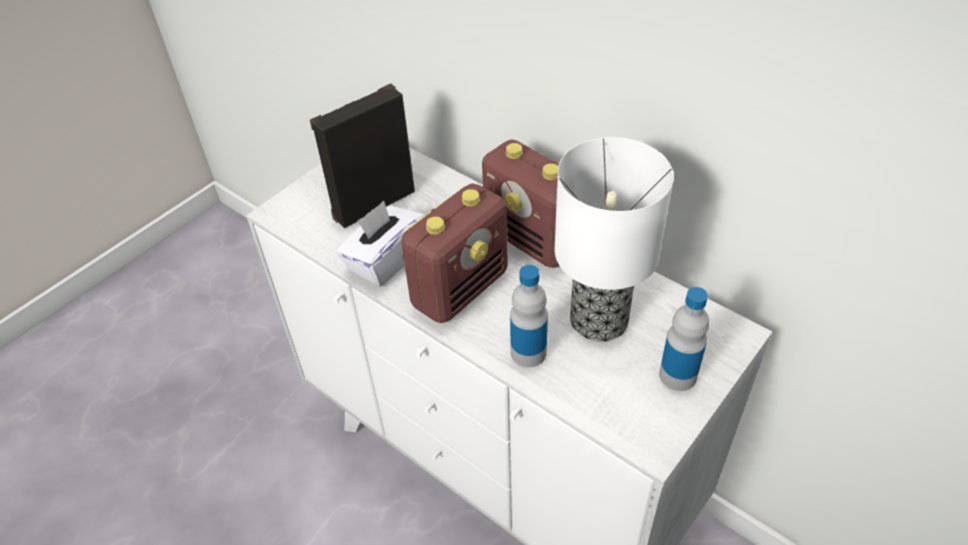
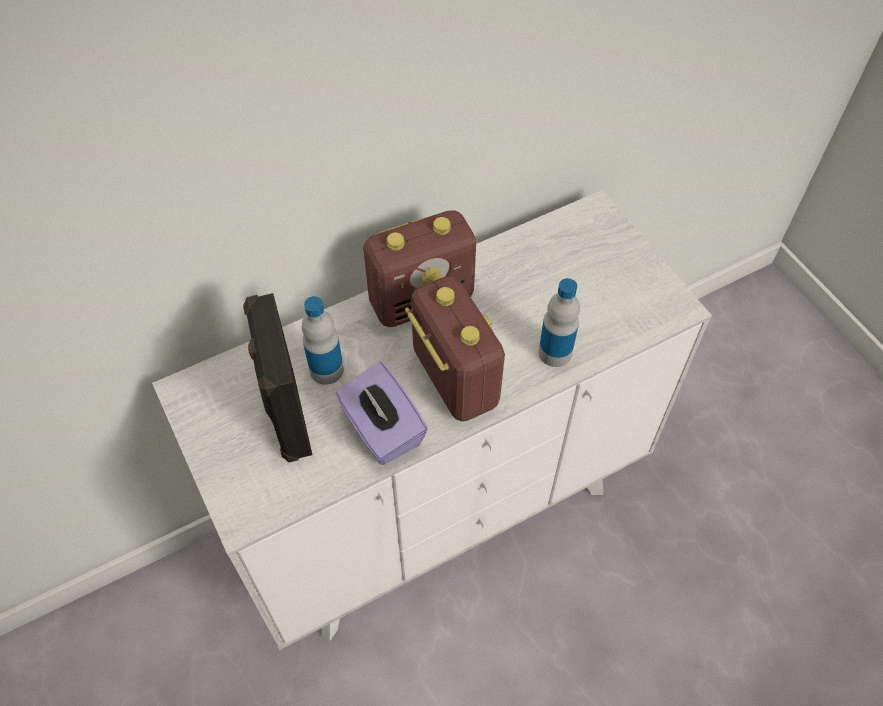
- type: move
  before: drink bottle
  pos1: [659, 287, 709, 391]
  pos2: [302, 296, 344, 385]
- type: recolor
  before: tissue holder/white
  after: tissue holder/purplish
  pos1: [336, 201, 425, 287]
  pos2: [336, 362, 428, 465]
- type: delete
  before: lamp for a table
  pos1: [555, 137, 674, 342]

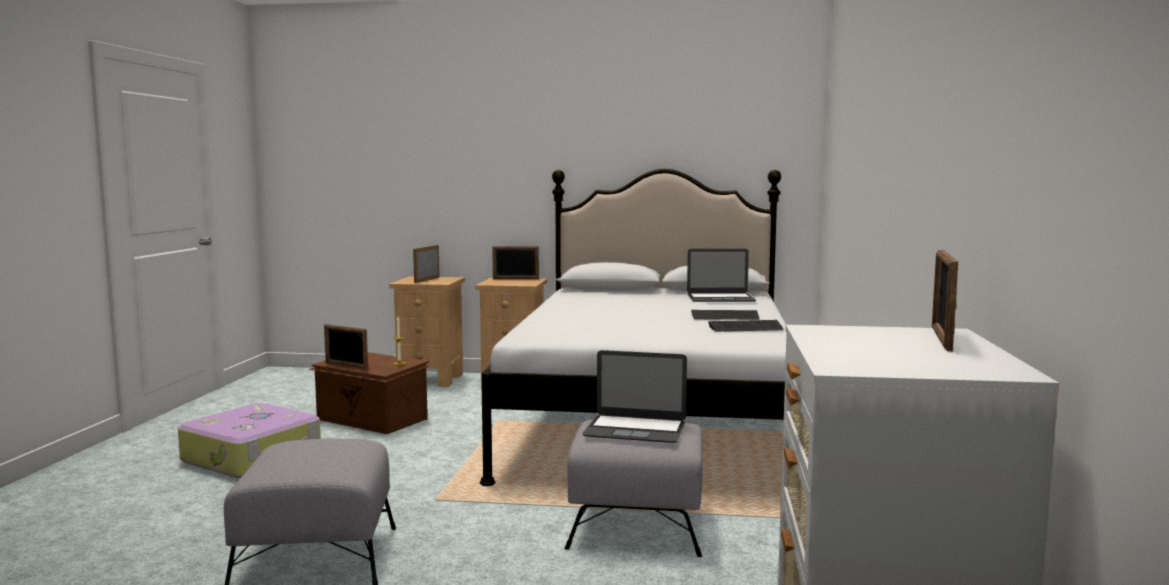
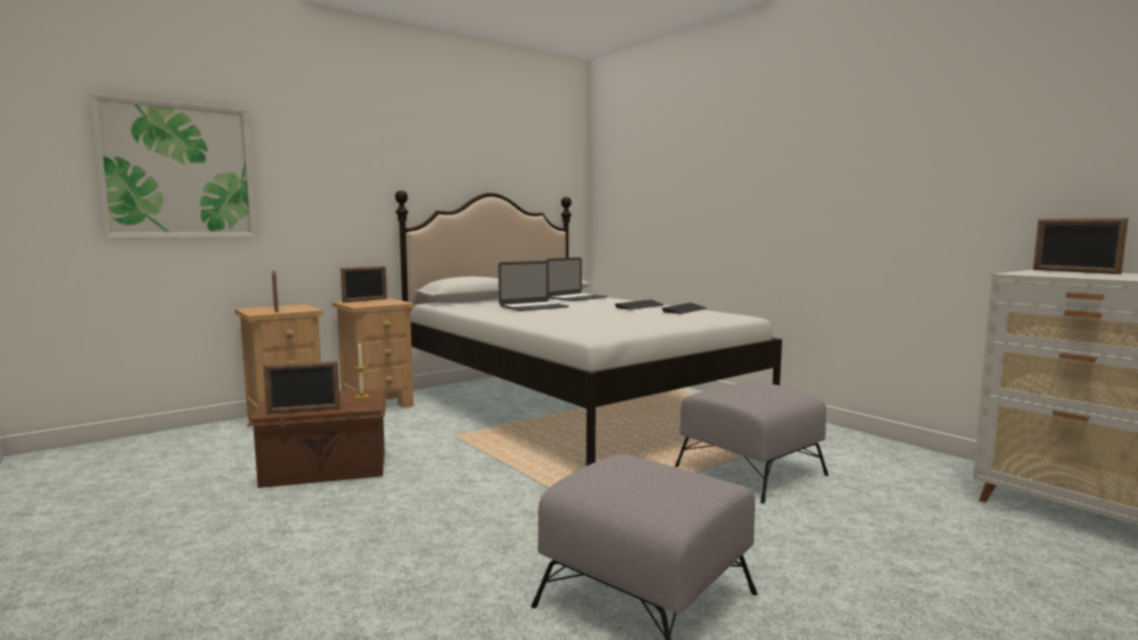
- type: insert
  after: wall art
  pos2: [90, 93, 257, 238]
- type: move
  before: laptop
  pos1: [582, 350, 687, 443]
  pos2: [498, 261, 569, 311]
- type: delete
  before: suitcase
  pos1: [178, 403, 321, 478]

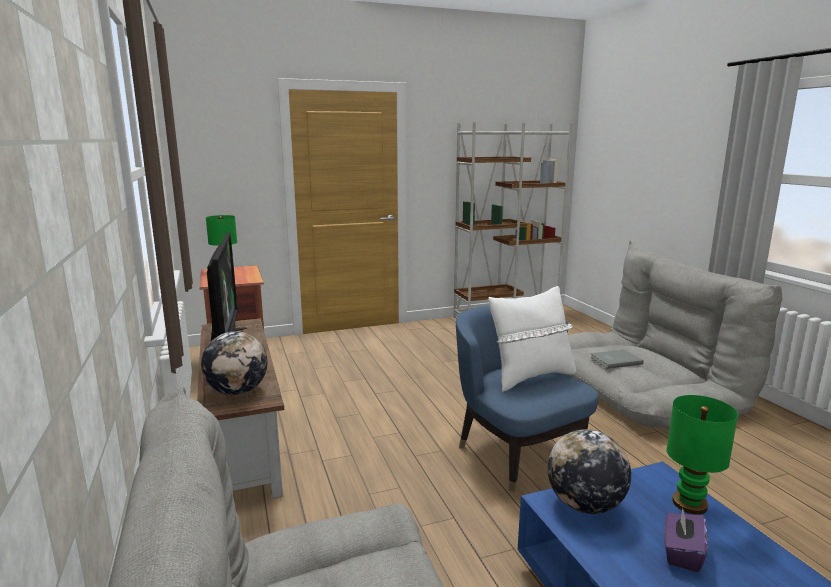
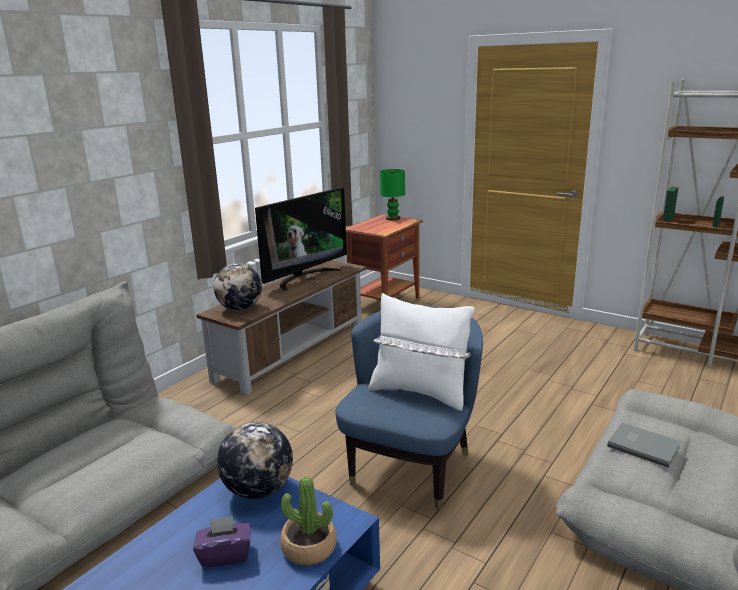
- type: replace
  before: lamp for a table/green-coloured
  after: potted plant
  pos1: [667, 395, 738, 515]
  pos2: [280, 476, 337, 566]

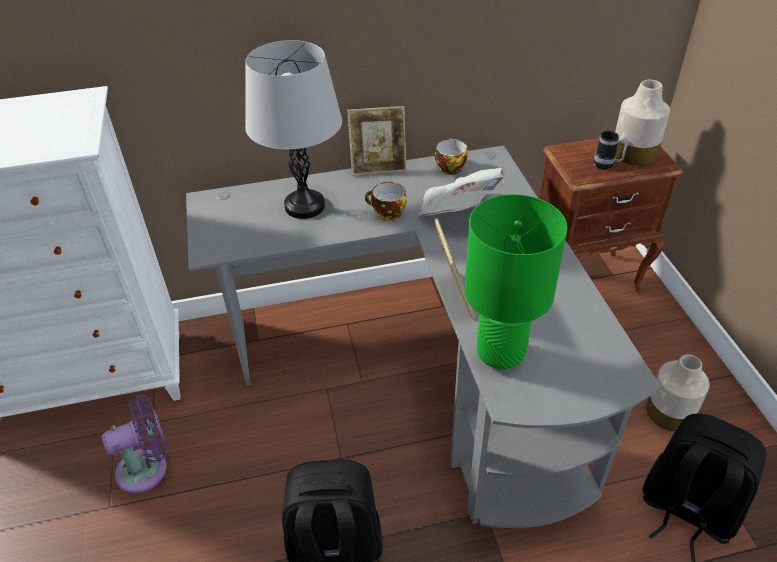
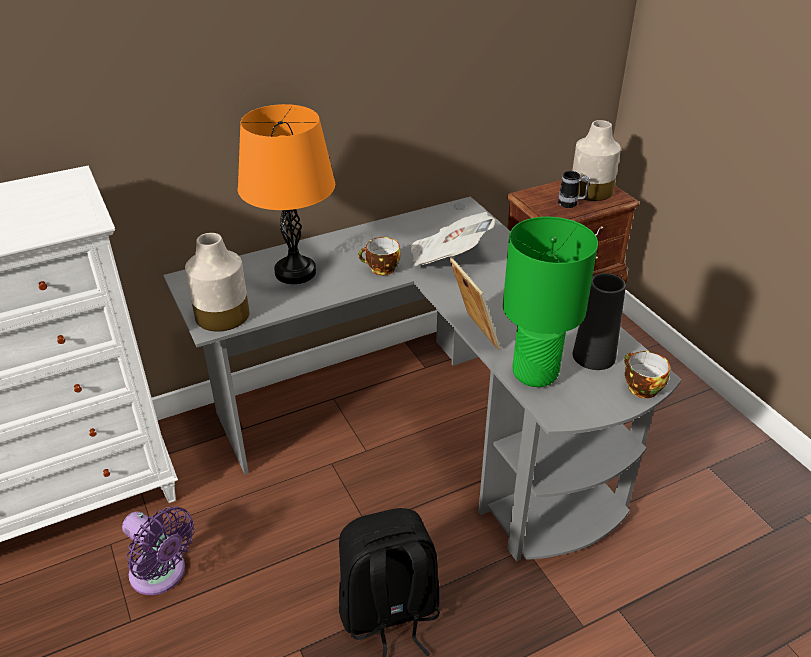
- type: rotate
  before: cooling fan/purplish
  pos1: [102, 395, 168, 494]
  pos2: [122, 507, 195, 595]
  turn: 75
- type: move
  before: flower vase/sand-coloured
  pos1: [646, 354, 710, 431]
  pos2: [185, 233, 250, 332]
- type: recolor
  before: lamp for a table/gray
  after: lamp for a table/orange
  pos1: [245, 40, 342, 219]
  pos2: [238, 104, 335, 284]
- type: insert
  after: flower vase/black
  pos2: [573, 273, 626, 370]
- type: move
  before: drinking cup
  pos1: [435, 139, 468, 175]
  pos2: [624, 351, 670, 398]
- type: delete
  before: standing frame
  pos1: [347, 106, 407, 176]
- type: delete
  before: knapsack/black
  pos1: [643, 413, 767, 562]

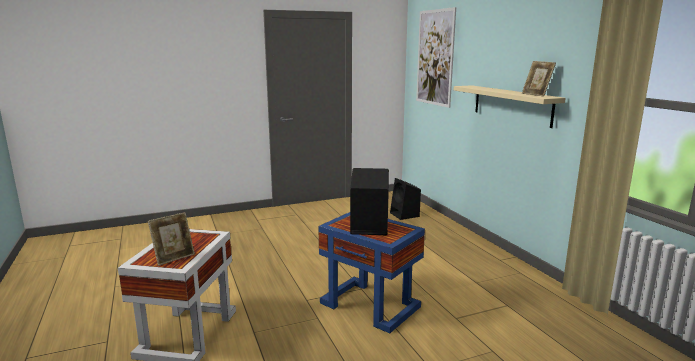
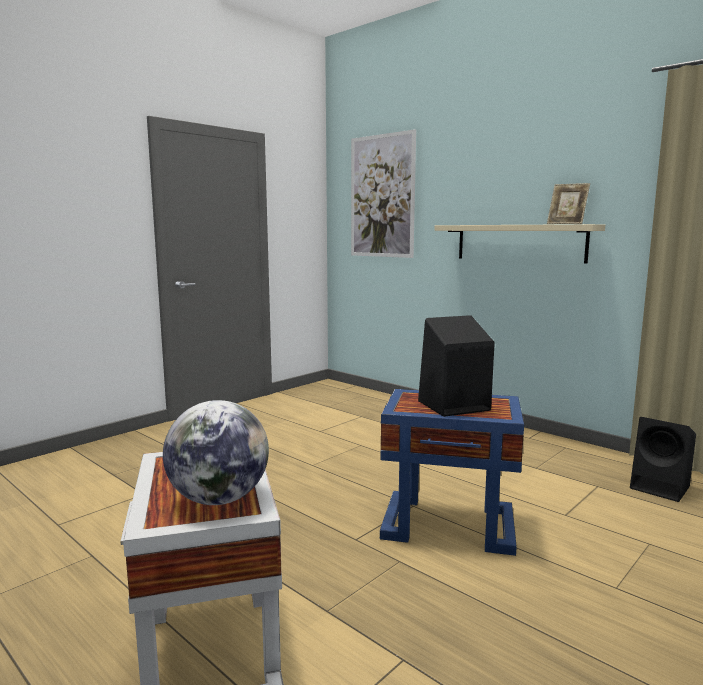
- type: replace
  before: standing frame
  after: globe
  pos1: [148, 212, 195, 266]
  pos2: [163, 400, 269, 505]
- type: move
  before: loudspeaker/black
  pos1: [390, 178, 421, 220]
  pos2: [630, 417, 696, 502]

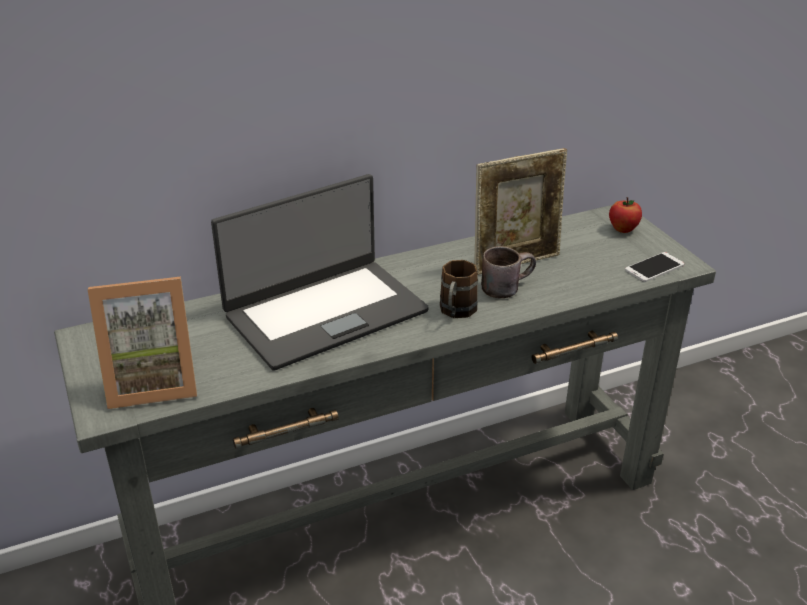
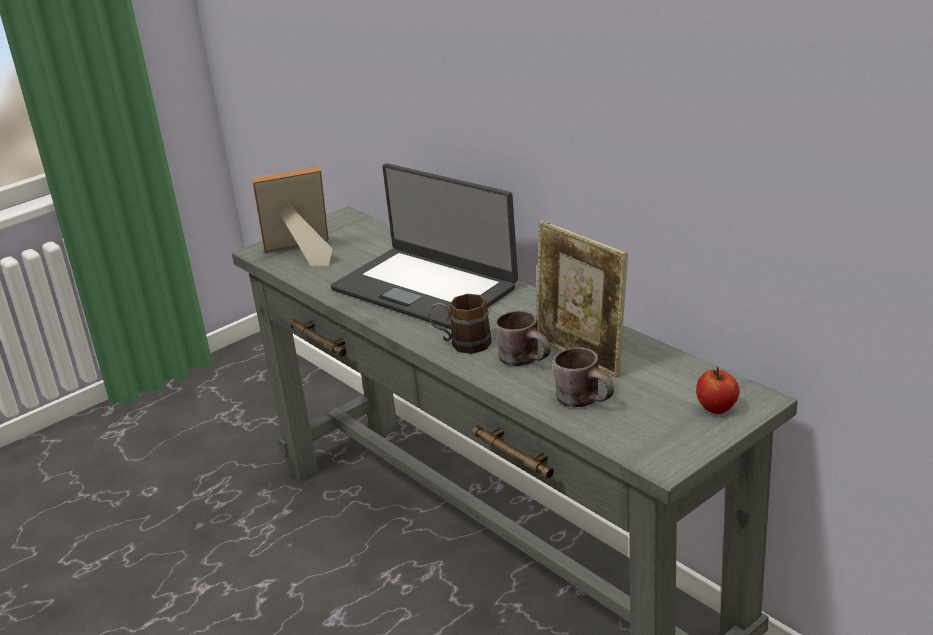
- type: rotate
  before: standing frame
  pos1: [87, 277, 197, 409]
  pos2: [252, 166, 333, 266]
  turn: 105
- type: insert
  after: mug/brown
  pos2: [553, 347, 614, 407]
- type: delete
  before: handset
  pos1: [625, 252, 684, 282]

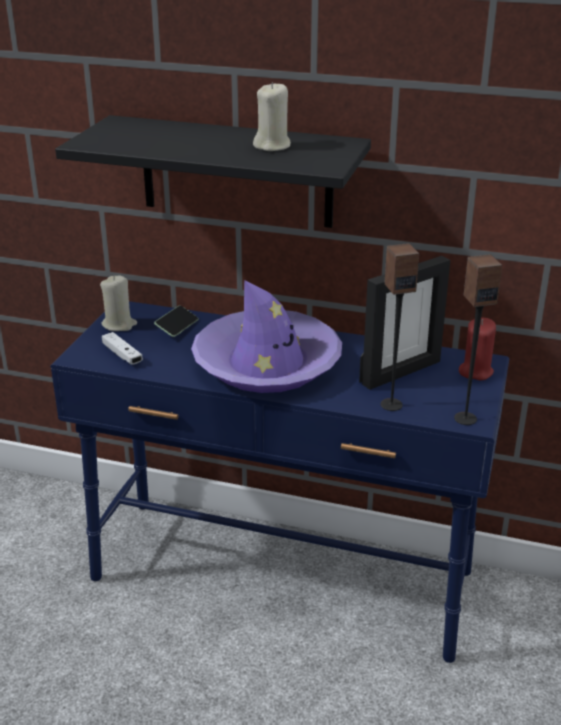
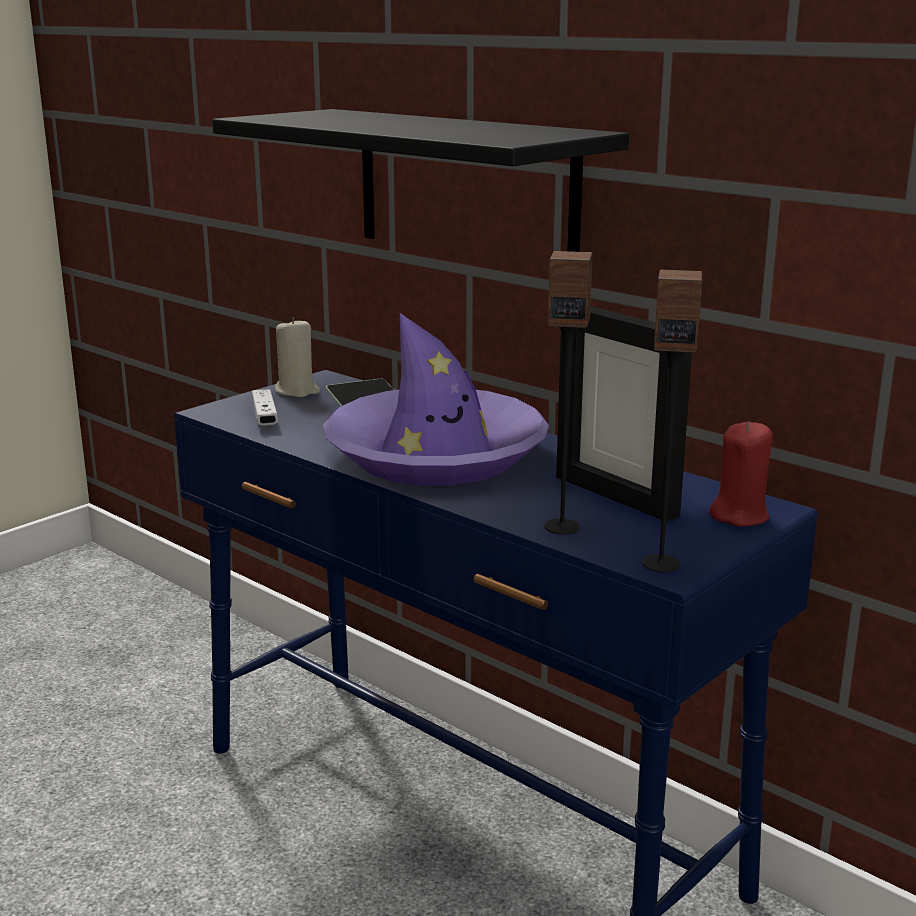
- type: rotate
  before: standing frame
  pos1: [359, 256, 450, 390]
  pos2: [556, 306, 692, 522]
  turn: 60
- type: delete
  before: wax candle/sand-coloured
  pos1: [253, 82, 291, 151]

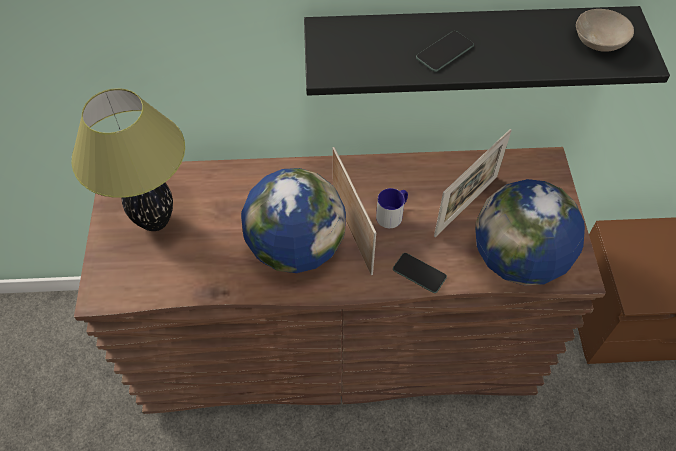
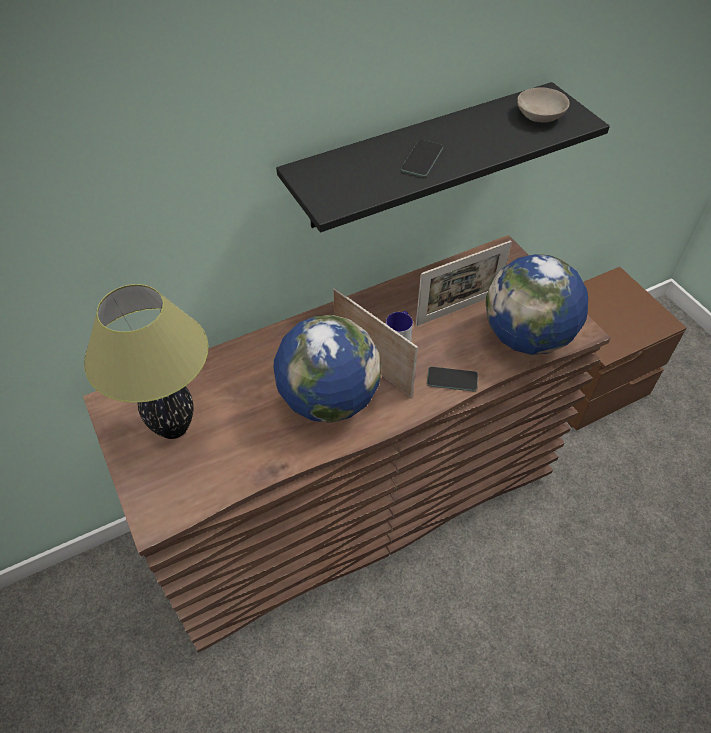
- type: rotate
  before: standing frame
  pos1: [434, 129, 512, 237]
  pos2: [416, 241, 512, 326]
  turn: 45

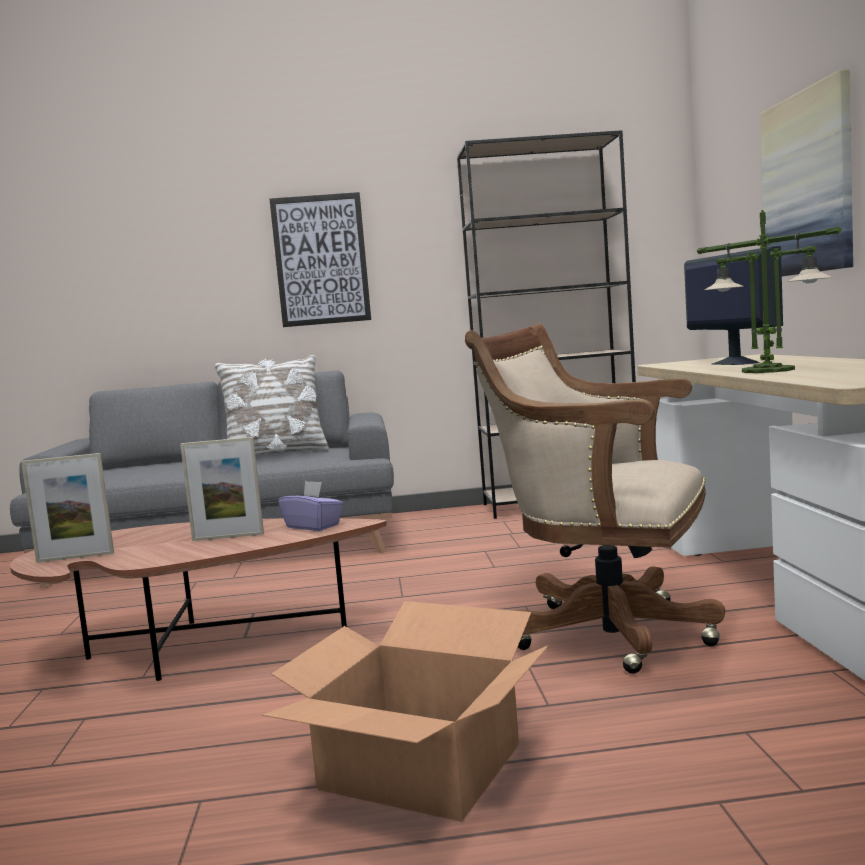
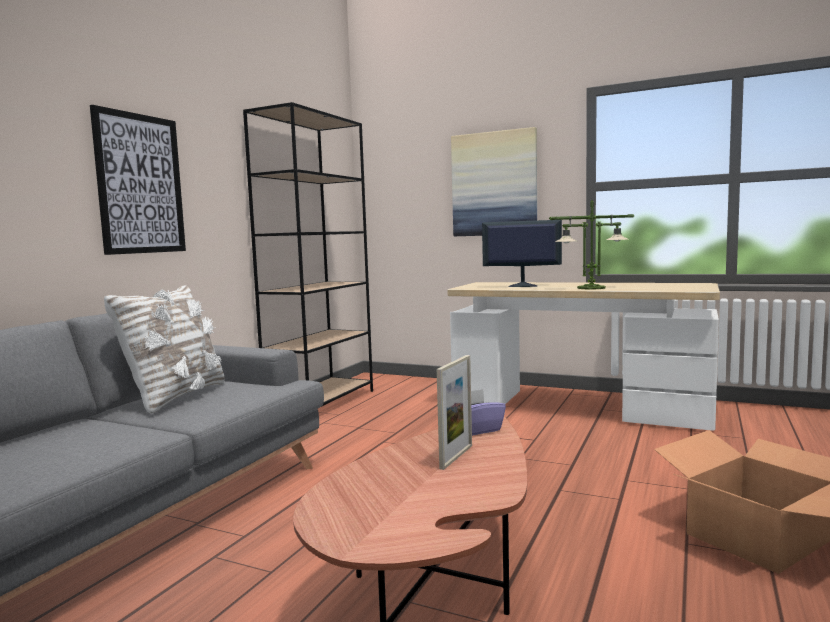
- type: delete
  before: standing frame
  pos1: [21, 453, 114, 563]
- type: delete
  before: computer chair
  pos1: [465, 323, 725, 674]

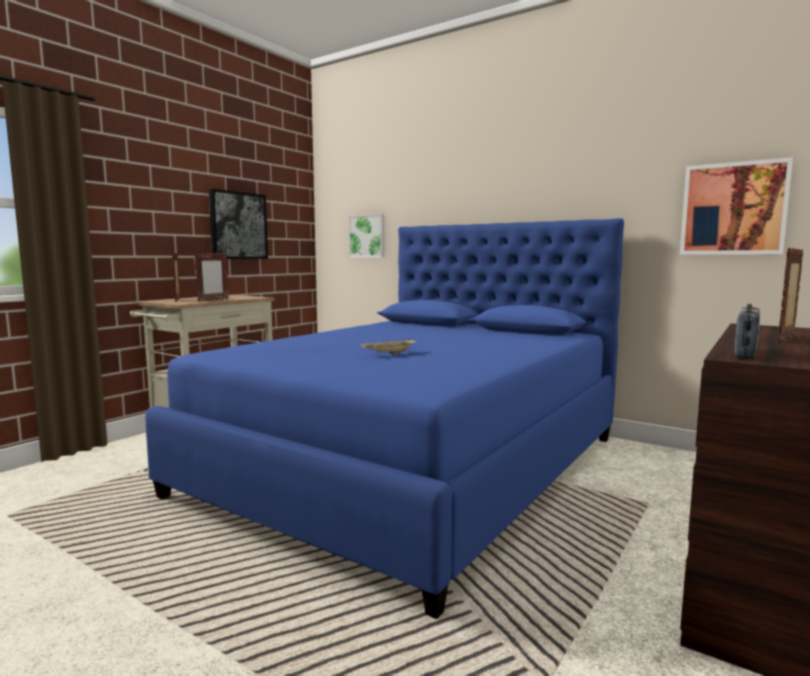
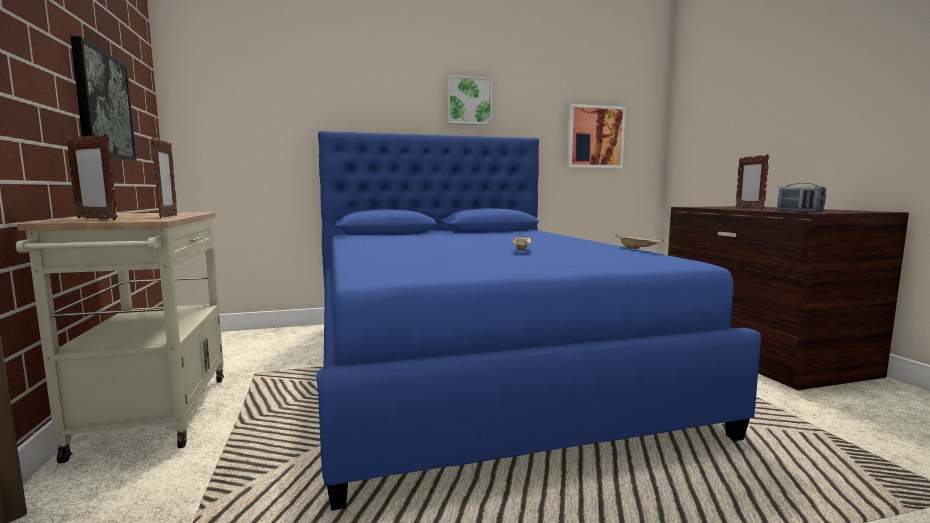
- type: move
  before: wall art
  pos1: [348, 214, 385, 257]
  pos2: [447, 75, 493, 125]
- type: insert
  after: serving tray/sand-coloured
  pos2: [615, 234, 664, 249]

